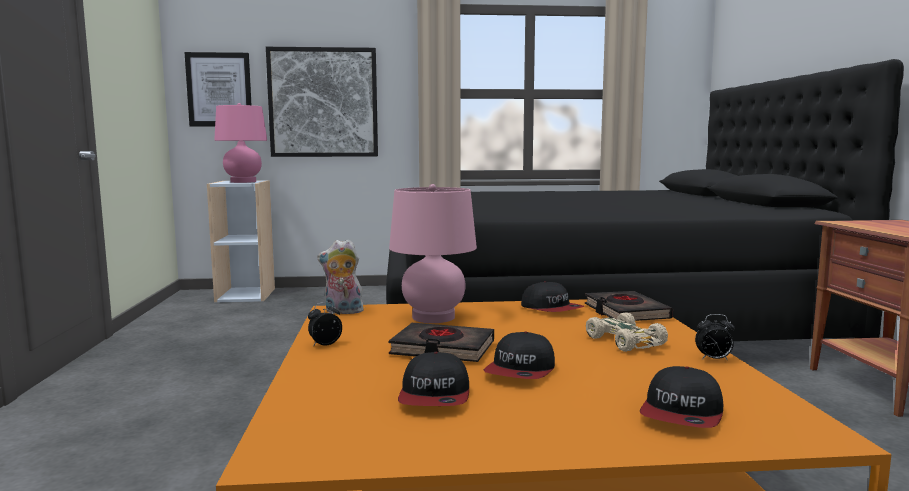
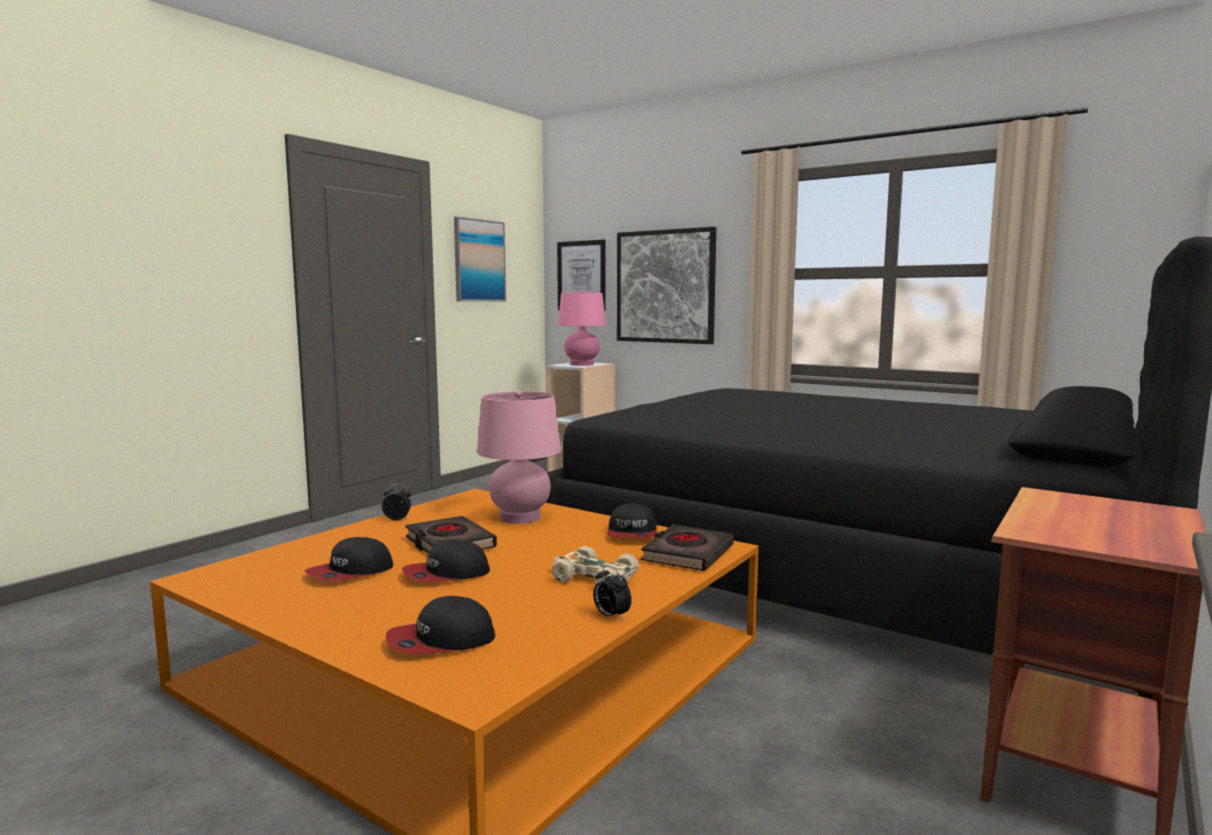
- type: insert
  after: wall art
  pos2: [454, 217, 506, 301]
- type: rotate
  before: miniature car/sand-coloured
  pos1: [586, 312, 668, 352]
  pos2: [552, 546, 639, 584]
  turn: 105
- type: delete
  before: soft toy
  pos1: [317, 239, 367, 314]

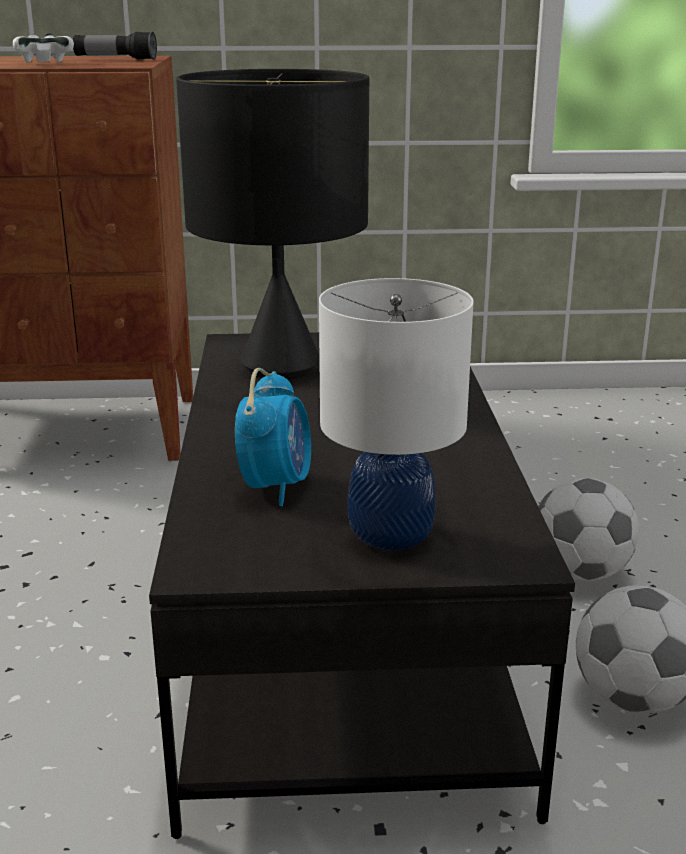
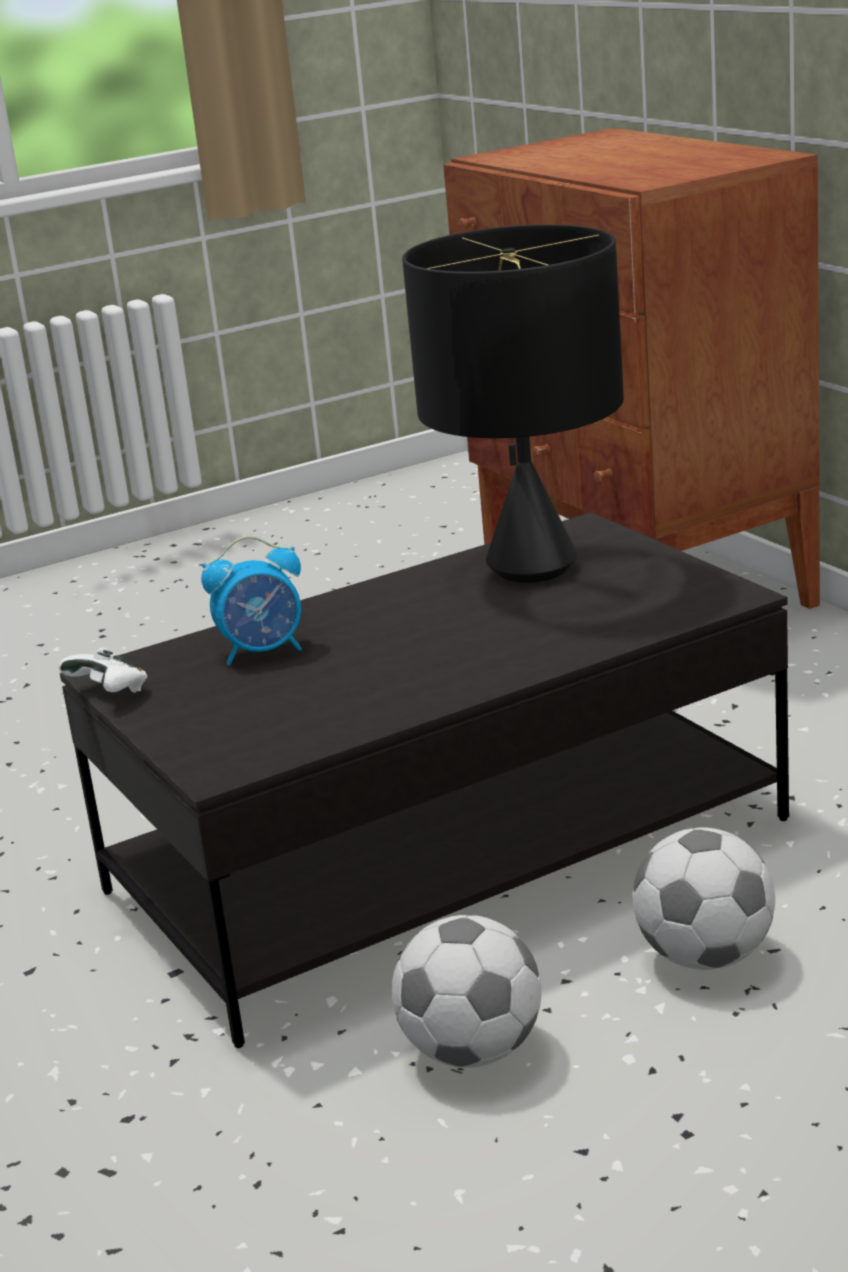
- type: move
  before: joypad/white
  pos1: [13, 33, 74, 63]
  pos2: [58, 650, 148, 693]
- type: delete
  before: hand torch
  pos1: [73, 32, 157, 60]
- type: delete
  before: lamp for a table/white
  pos1: [319, 278, 474, 551]

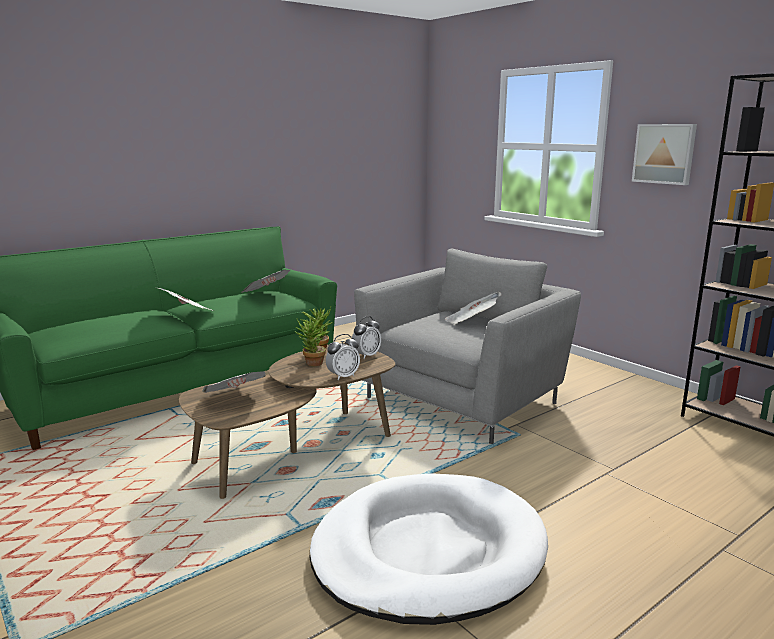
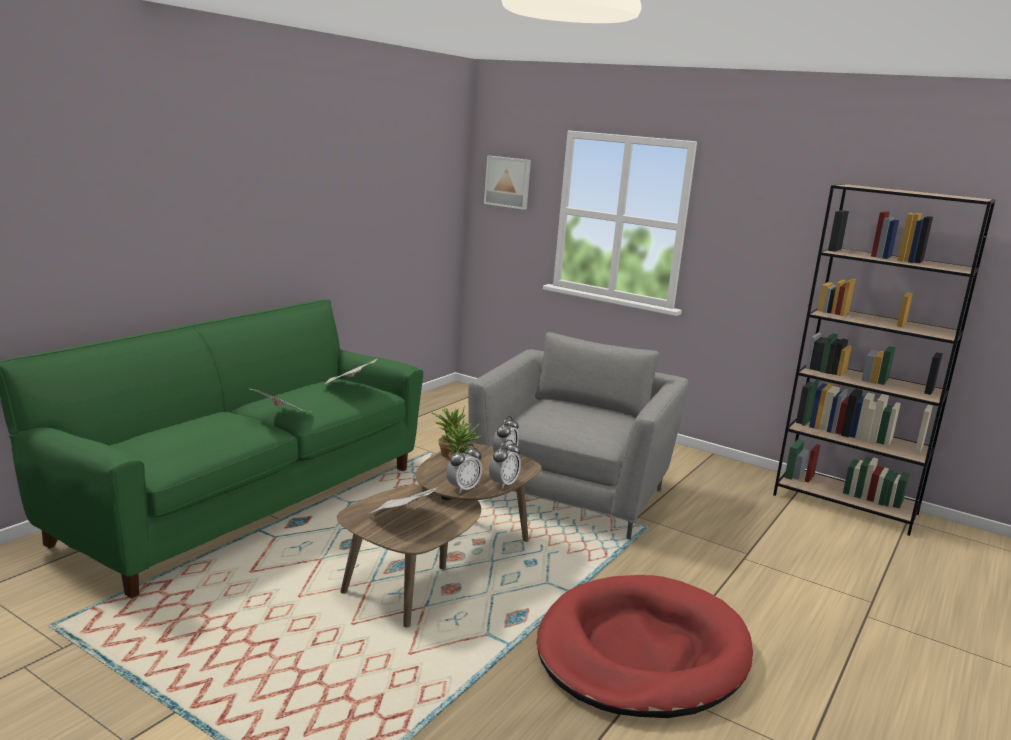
- type: insert
  after: alarm clock
  pos2: [446, 444, 482, 493]
- type: move
  before: wall art
  pos1: [632, 124, 697, 185]
  pos2: [484, 156, 531, 210]
- type: recolor
  before: dog bed/white
  after: dog bed/red-coloured
  pos1: [310, 473, 548, 625]
  pos2: [537, 575, 753, 718]
- type: delete
  before: printed paper
  pos1: [445, 292, 502, 325]

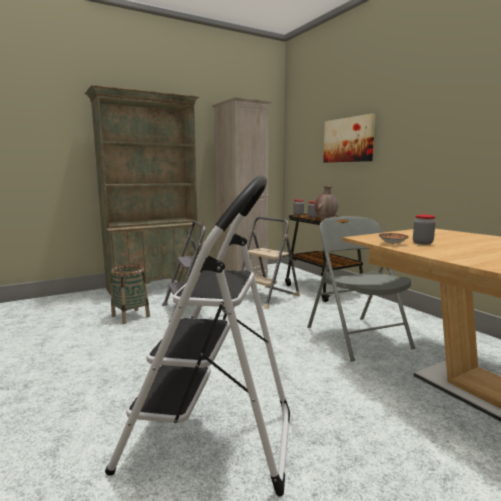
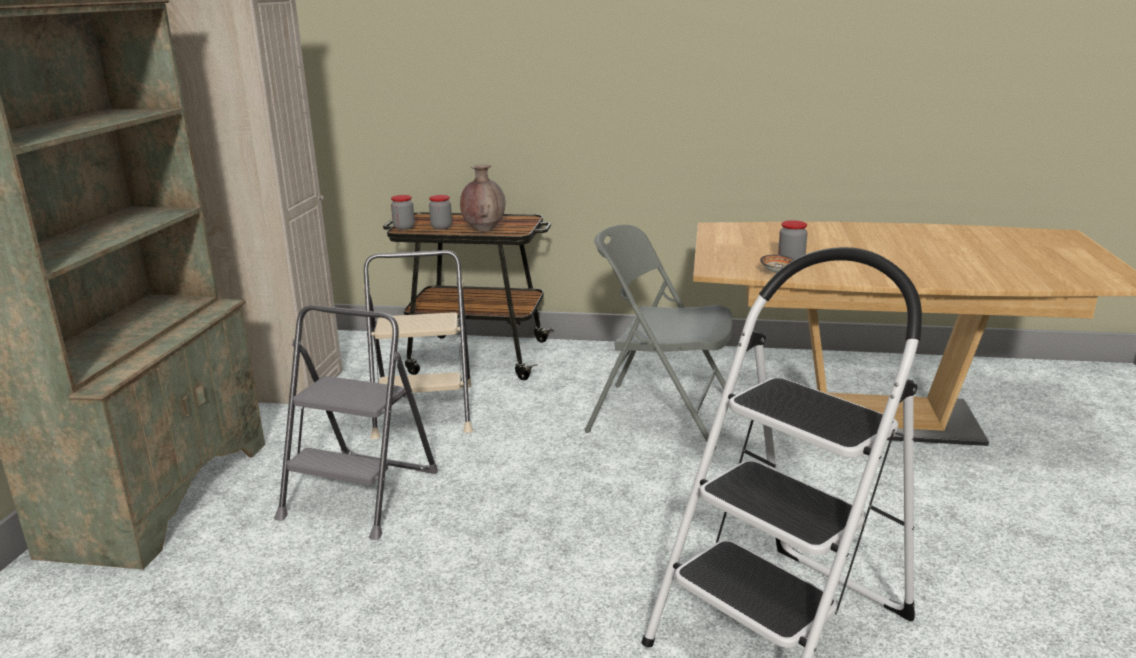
- type: delete
  before: household basket
  pos1: [111, 264, 150, 324]
- type: delete
  before: wall art
  pos1: [323, 113, 375, 163]

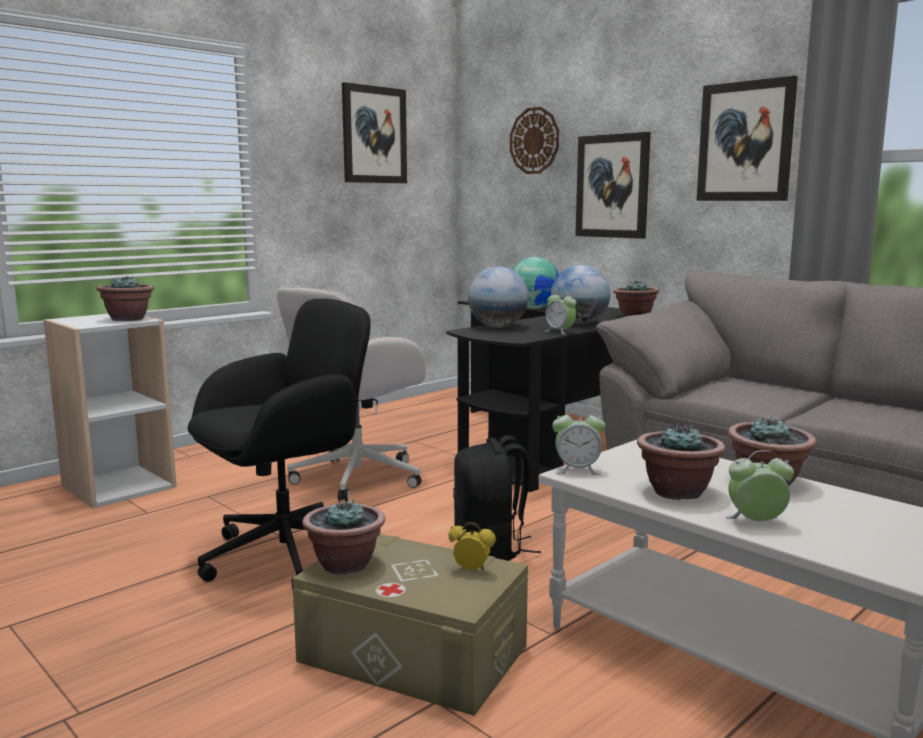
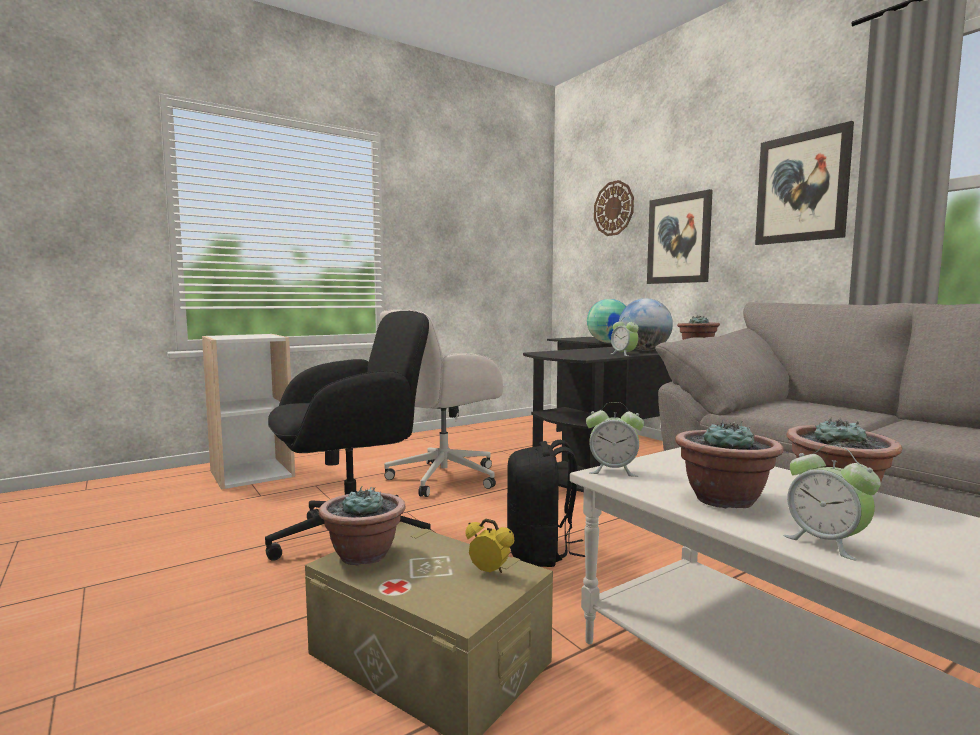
- type: rotate
  before: alarm clock
  pos1: [725, 450, 794, 521]
  pos2: [783, 445, 881, 561]
  turn: -135
- type: delete
  before: potted plant
  pos1: [96, 276, 154, 321]
- type: delete
  before: wall art
  pos1: [342, 82, 407, 183]
- type: delete
  before: globe
  pos1: [468, 266, 529, 327]

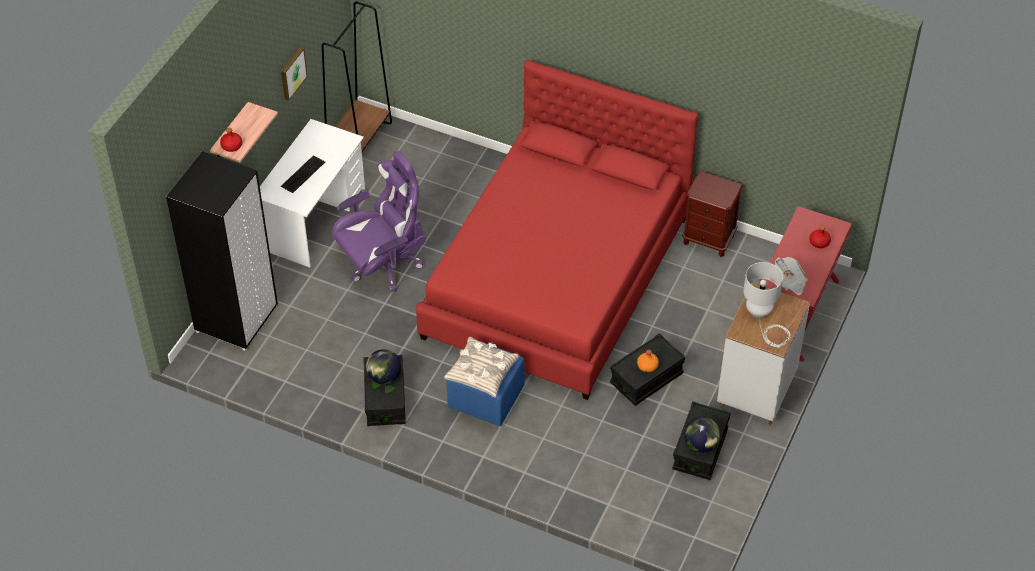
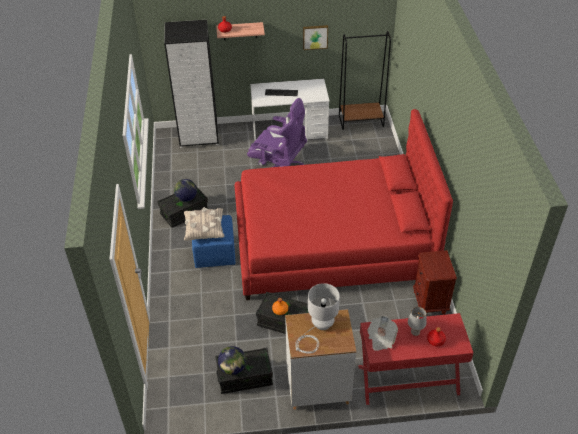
- type: insert
  after: lamp for a table/gray
  pos2: [408, 307, 427, 336]

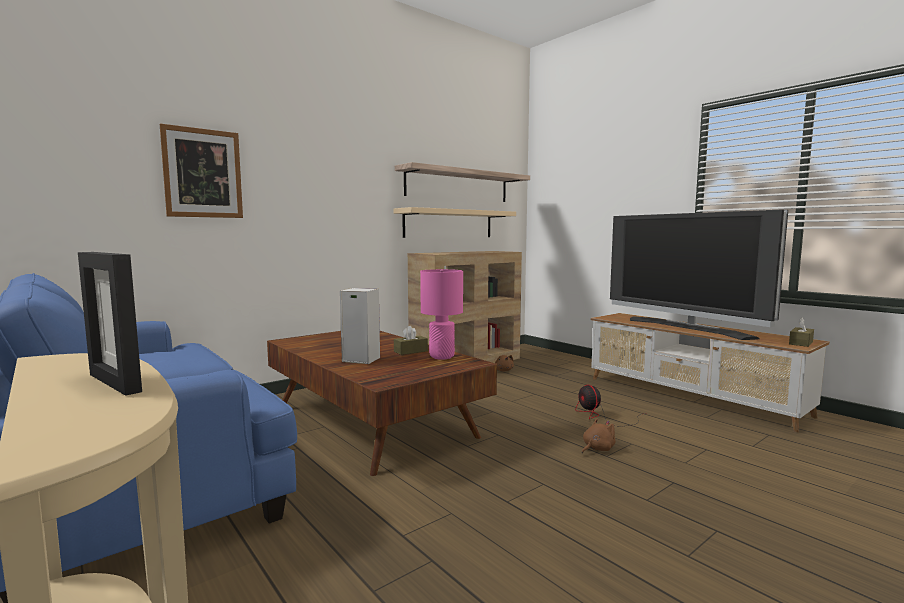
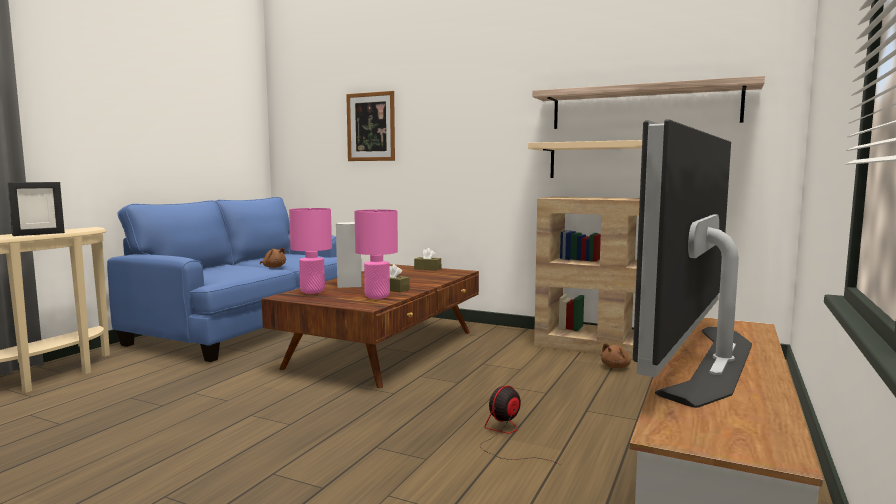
- type: rotate
  before: standing frame
  pos1: [78, 252, 142, 396]
  pos2: [7, 182, 65, 236]
  turn: -150
- type: move
  before: soft toy/brown
  pos1: [582, 418, 616, 454]
  pos2: [260, 247, 286, 268]
- type: insert
  after: lamp for a table/pinkish
  pos2: [289, 208, 332, 294]
- type: move
  before: tissue holder/brown
  pos1: [789, 318, 814, 347]
  pos2: [414, 248, 441, 271]

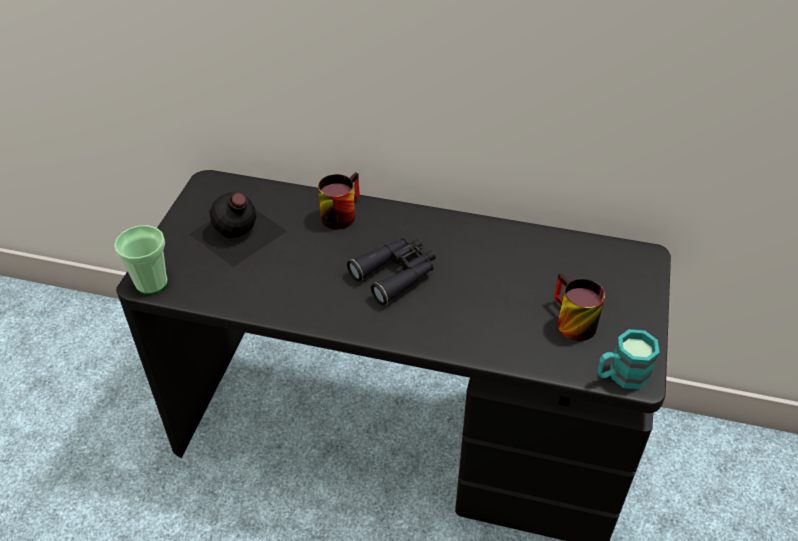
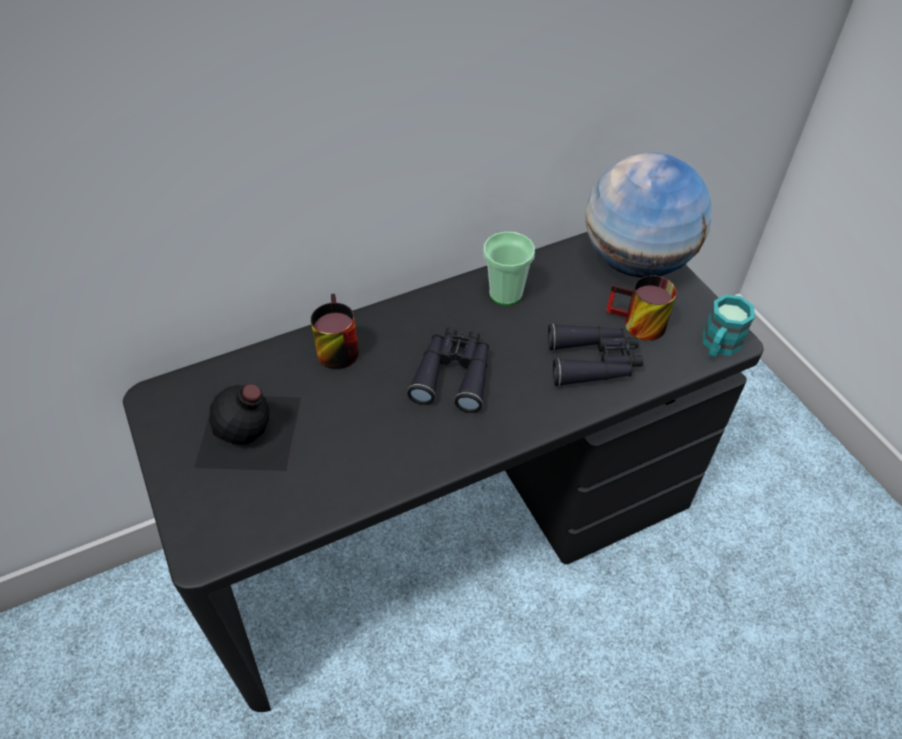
- type: move
  before: drinking cup
  pos1: [114, 225, 168, 294]
  pos2: [483, 232, 535, 305]
- type: insert
  after: field glasses/black
  pos2: [548, 324, 643, 386]
- type: insert
  after: globe
  pos2: [586, 153, 712, 278]

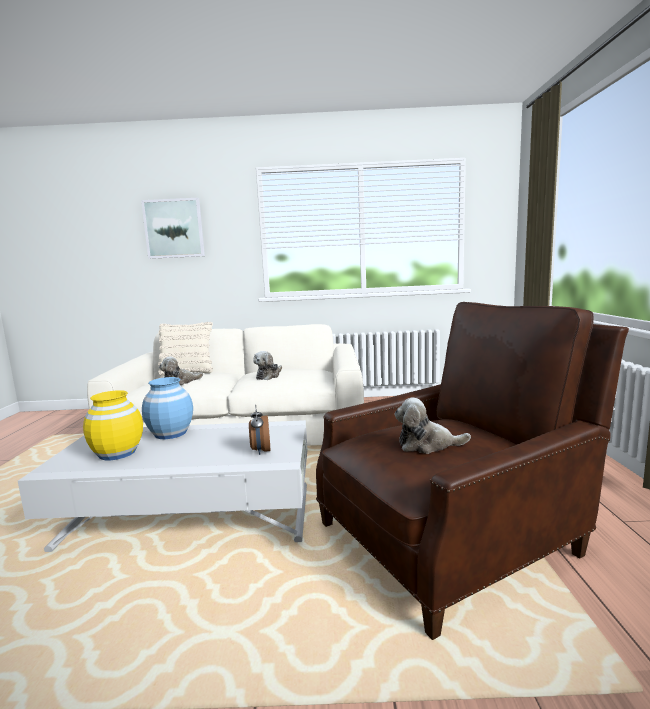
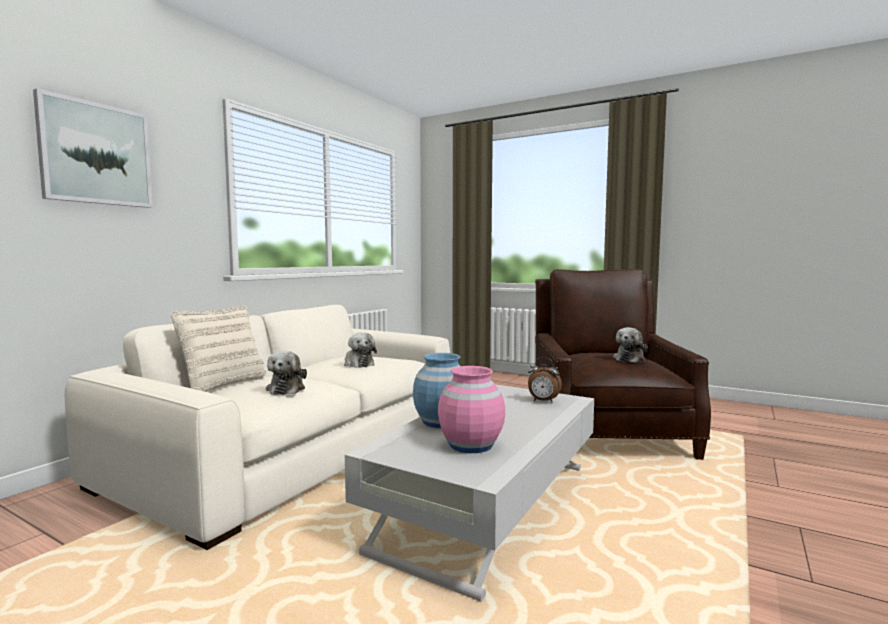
- type: recolor
  before: flower vase/yellow-coloured
  after: flower vase/pinkish
  pos1: [83, 390, 143, 461]
  pos2: [438, 366, 505, 453]

